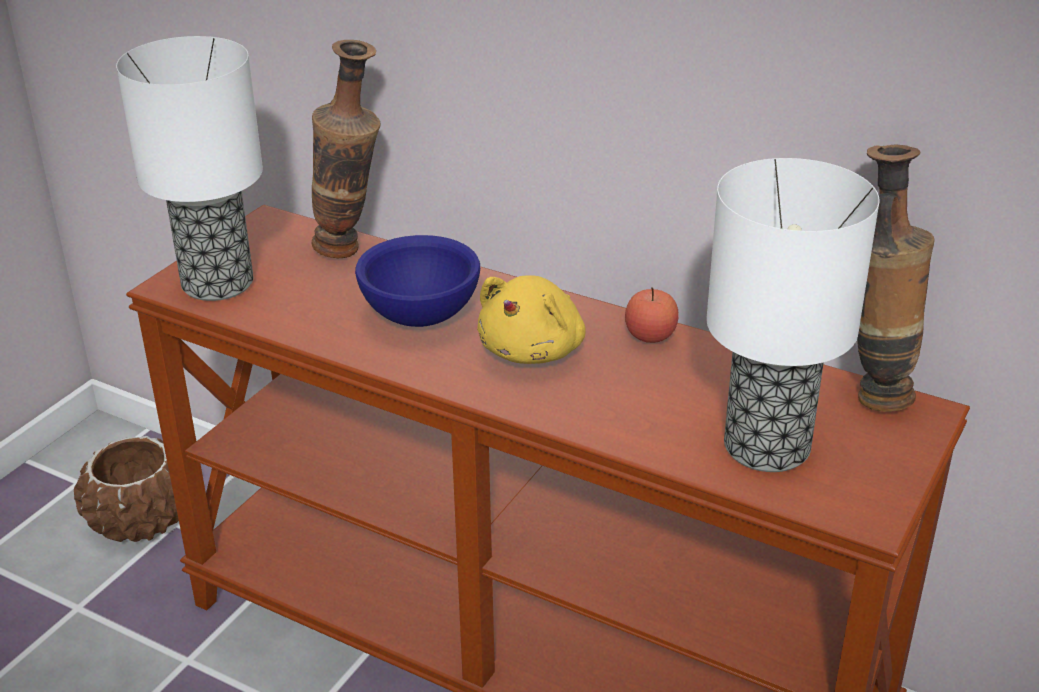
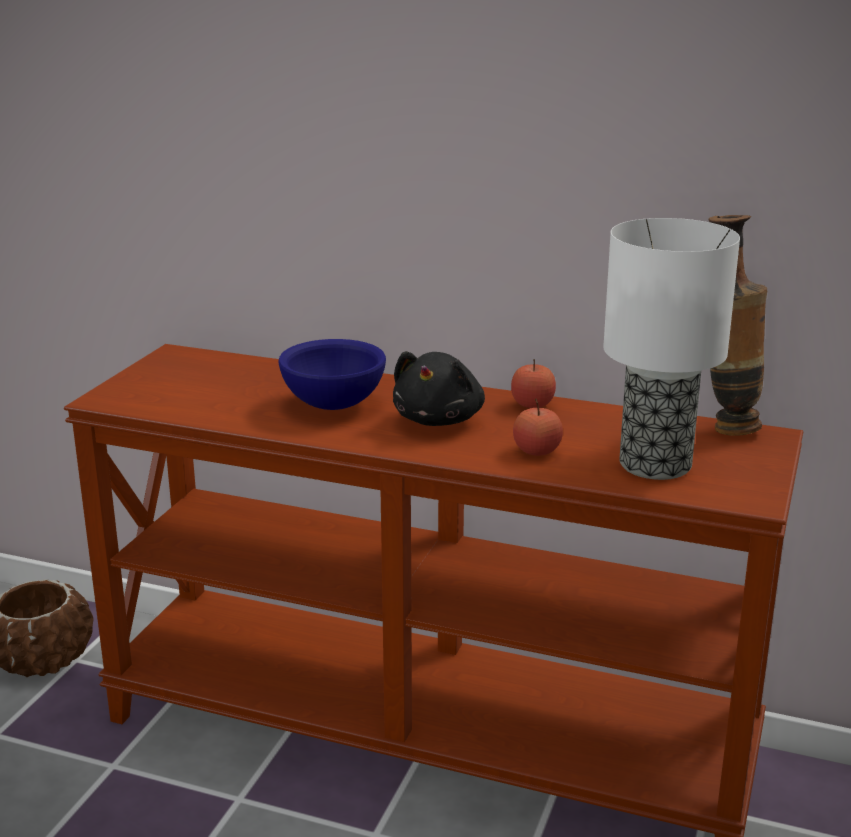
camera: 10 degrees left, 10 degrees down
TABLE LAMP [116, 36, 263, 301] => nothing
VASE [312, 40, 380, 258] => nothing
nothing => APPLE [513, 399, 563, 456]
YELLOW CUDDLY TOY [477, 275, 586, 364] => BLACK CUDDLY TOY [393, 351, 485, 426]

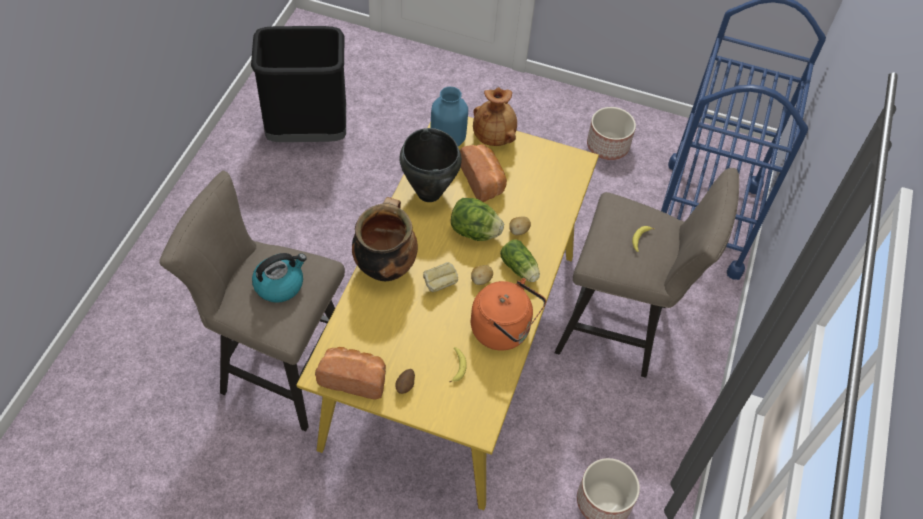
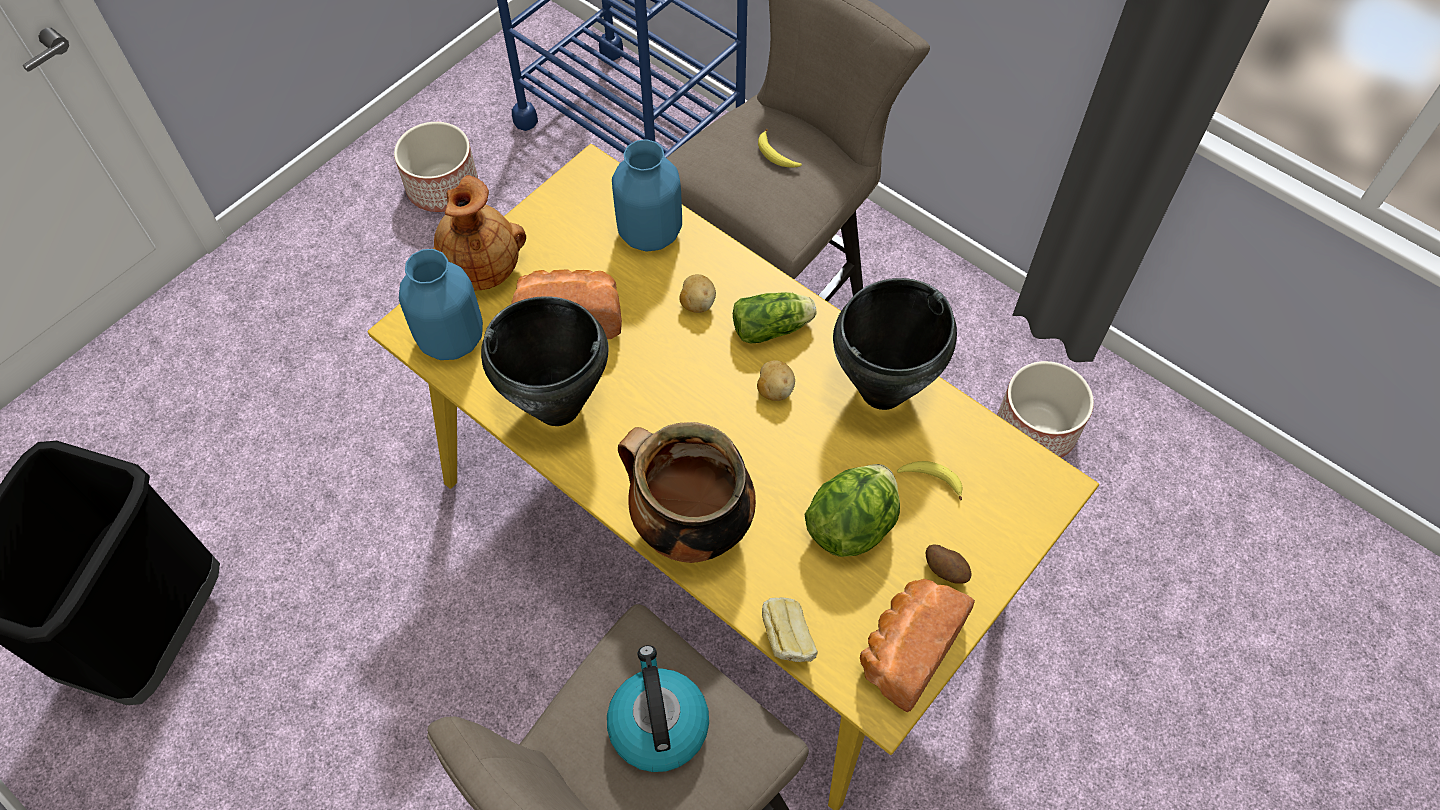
camera: 65 degrees left, 5 degrees up
nothing => BLUE VASE [612, 139, 682, 251]
BAKED BREAD [423, 262, 458, 292] => BAKED BREAD [762, 597, 818, 662], shifted
LETTUCE HEAD [451, 198, 504, 241] => LETTUCE HEAD [804, 464, 900, 557], shifted
ORANGE-COLOURED WATER KETTLE [471, 278, 546, 350] => BLACK COOKING POT [833, 278, 957, 410]

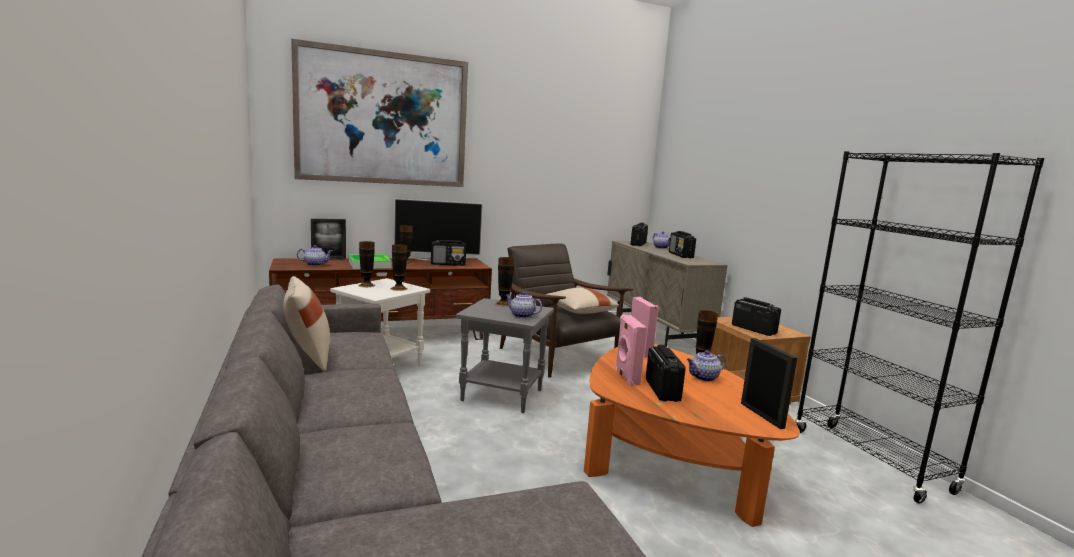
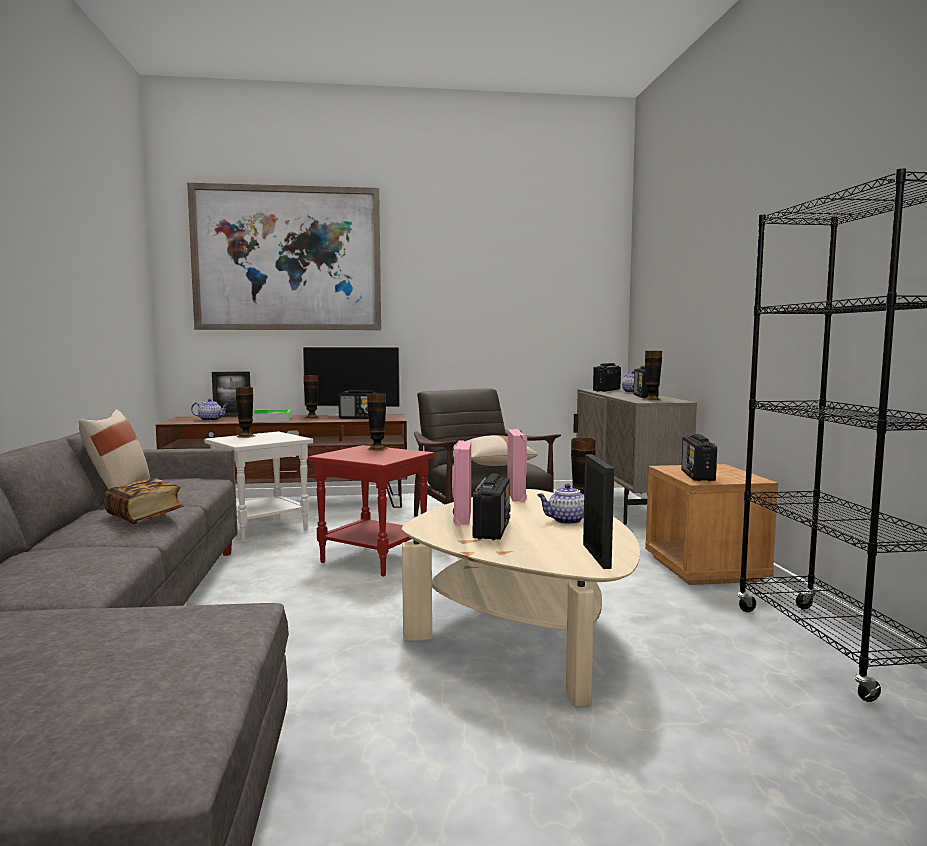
camera: 15 degrees right, 5 degrees down
TEA POT [506, 292, 542, 318] => nothing
nothing => BOOK [103, 478, 183, 524]
VASE [391, 244, 407, 291] => VASE [643, 351, 662, 401], shifted
GRAY SIDE TABLE [456, 298, 554, 413] => REDDISH SIDE TABLE [308, 445, 435, 577]
ORANGE-COLOURED LOW TABLE [584, 344, 800, 527] => SAND-COLOURED LOW TABLE [402, 489, 640, 707]
RADIO [732, 297, 781, 336] => RADIO [681, 434, 717, 481], 150 degrees counterclockwise

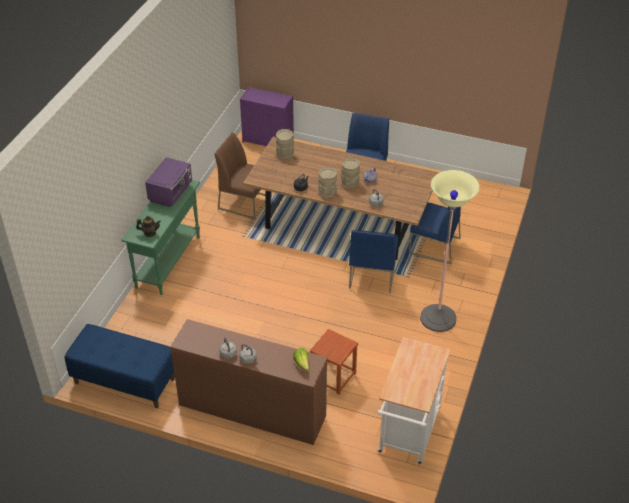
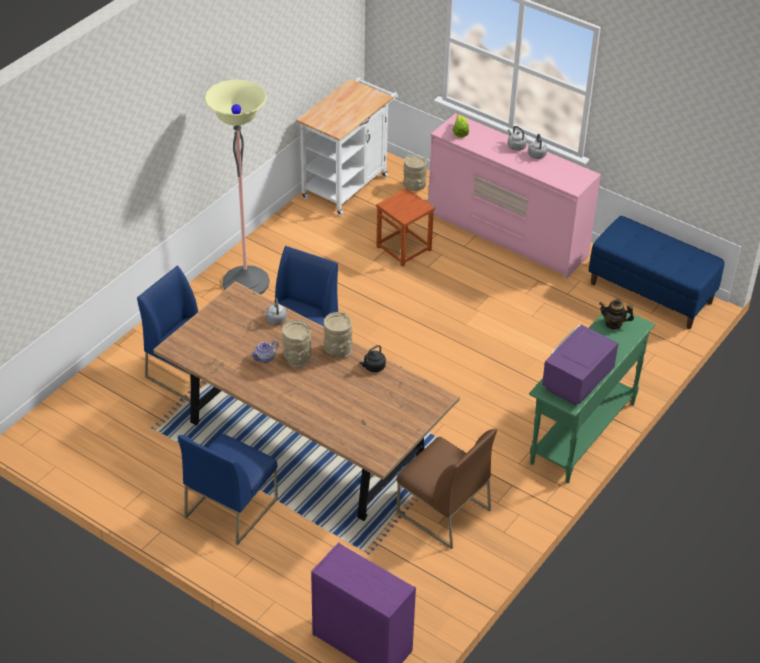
camera: 165 degrees left, 0 degrees up
SAND-COLOURED VASE [276, 129, 294, 160] => SAND-COLOURED VASE [403, 155, 427, 191], shifted
BROWNISH DRAWER CHEST [170, 319, 328, 445] => PINKISH DRAWER CHEST [428, 113, 601, 279]

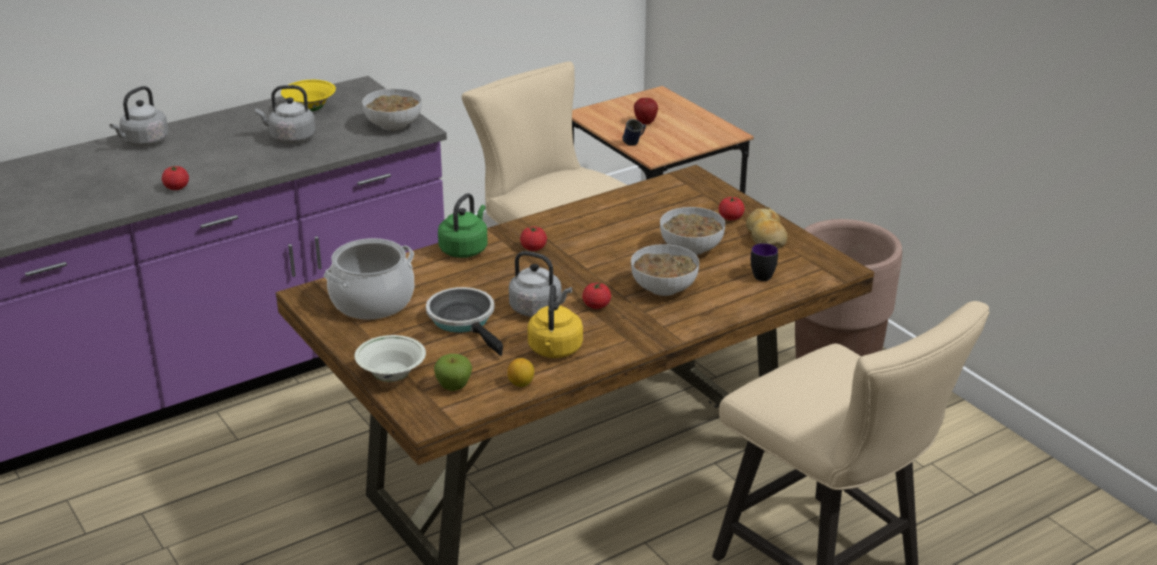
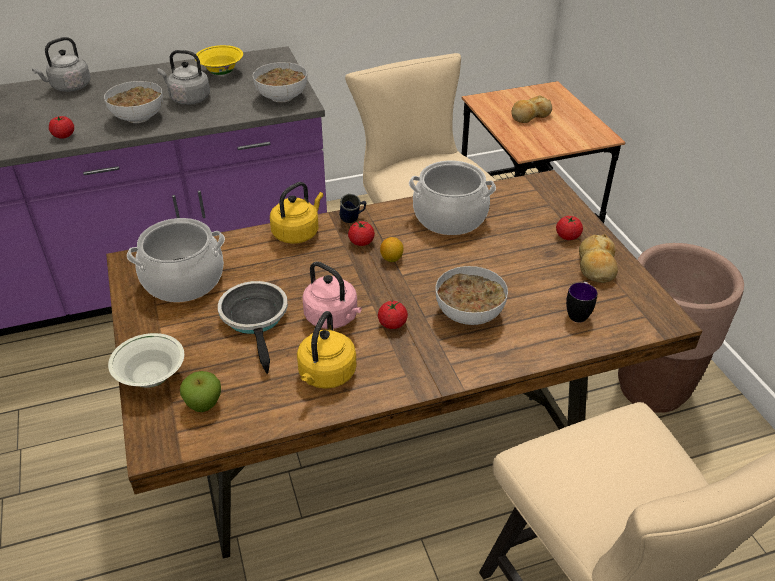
camera: 15 degrees right, 10 degrees up
nothing => COOKING POT [409, 161, 496, 235]
WHOLE LEMON [507, 358, 534, 387] => WHOLE LEMON [380, 237, 404, 262], shifted
BLUE COFFEE MUG [622, 119, 646, 146] => BLUE COFFEE MUG [339, 194, 366, 223], shifted
BOWL [660, 207, 725, 255] => BOWL [104, 81, 163, 123], shifted
APPLE [634, 98, 658, 125] => BAKED BREAD [511, 95, 552, 123]
GREEN WATER KETTLE [438, 193, 488, 258] => YELLOW WATER KETTLE [270, 182, 324, 244]
GRAY WATER KETTLE [509, 251, 572, 317] => PINKISH WATER KETTLE [302, 262, 362, 329]

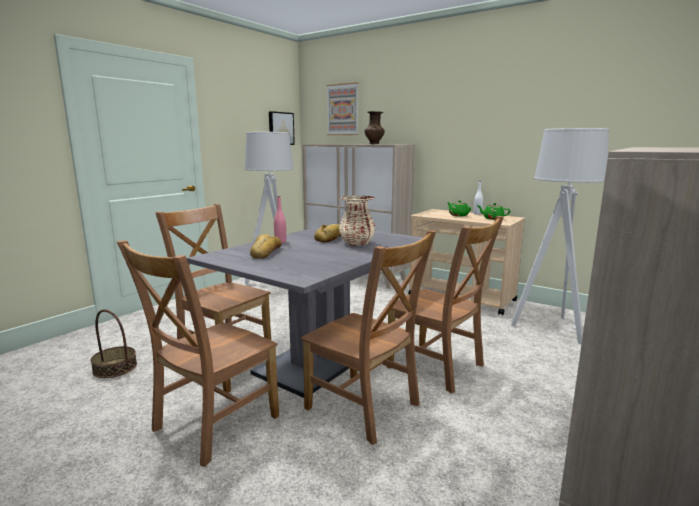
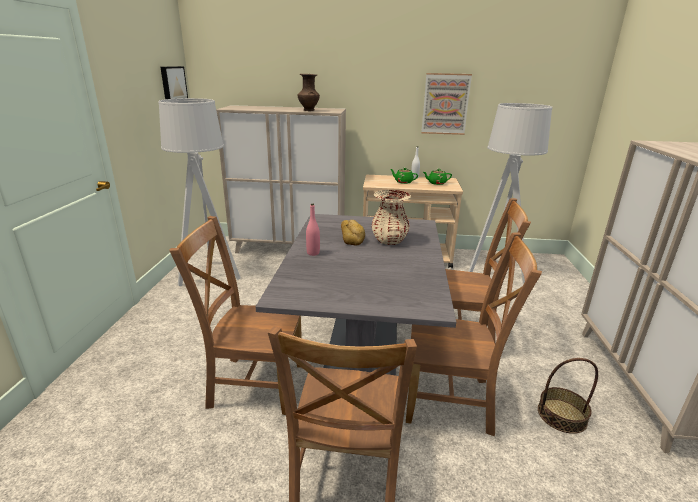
camera: 30 degrees left, 10 degrees up
BAKED BREAD [250, 234, 282, 258] => nothing
BASKET [90, 309, 137, 378] => BASKET [538, 358, 598, 434], shifted
PICTURE [327, 82, 359, 135] => PICTURE [421, 73, 472, 135], shifted

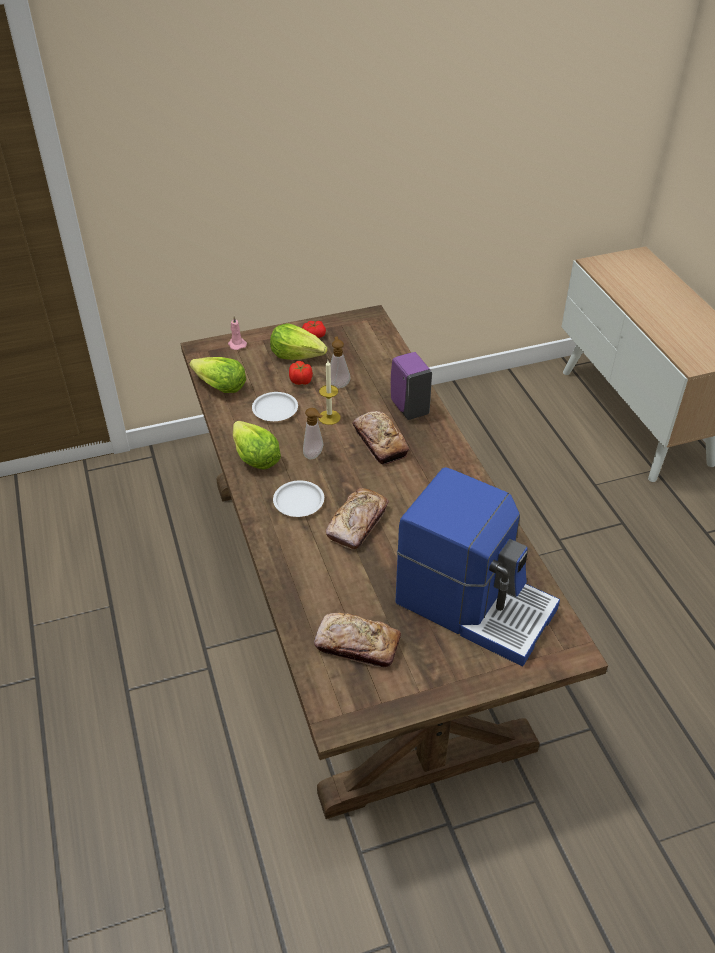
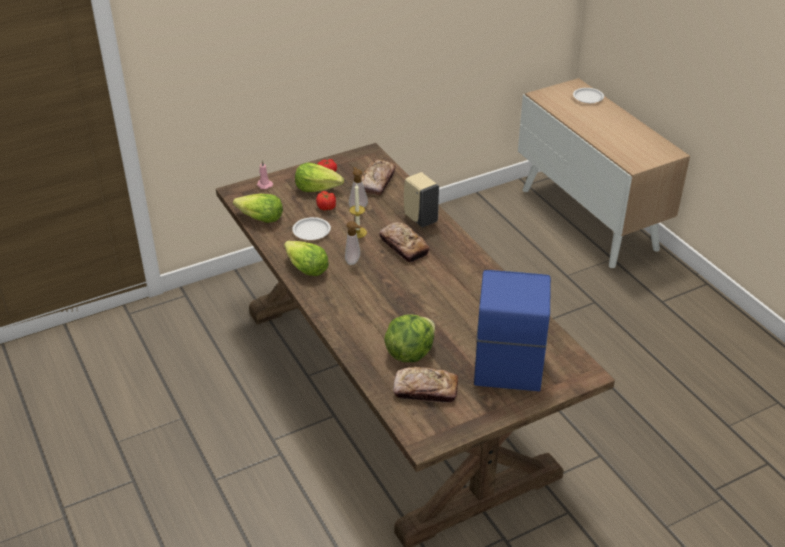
camera: 10 degrees left, 5 degrees down
nothing => LETTUCE HEAD [384, 314, 435, 362]
WHITE DINNER PLATE [273, 480, 324, 517] => WHITE DINNER PLATE [573, 88, 604, 103], shifted
BAKED BREAD [326, 488, 389, 550] => BAKED BREAD [361, 160, 396, 196], shifted
PURPLE SOAP BOTTLE [391, 352, 432, 420] => SAND-COLOURED SOAP BOTTLE [404, 172, 439, 228]
COFFEE MACHINE [395, 467, 560, 667] => COFFEE MACHINE [474, 270, 551, 391], 105 degrees counterclockwise

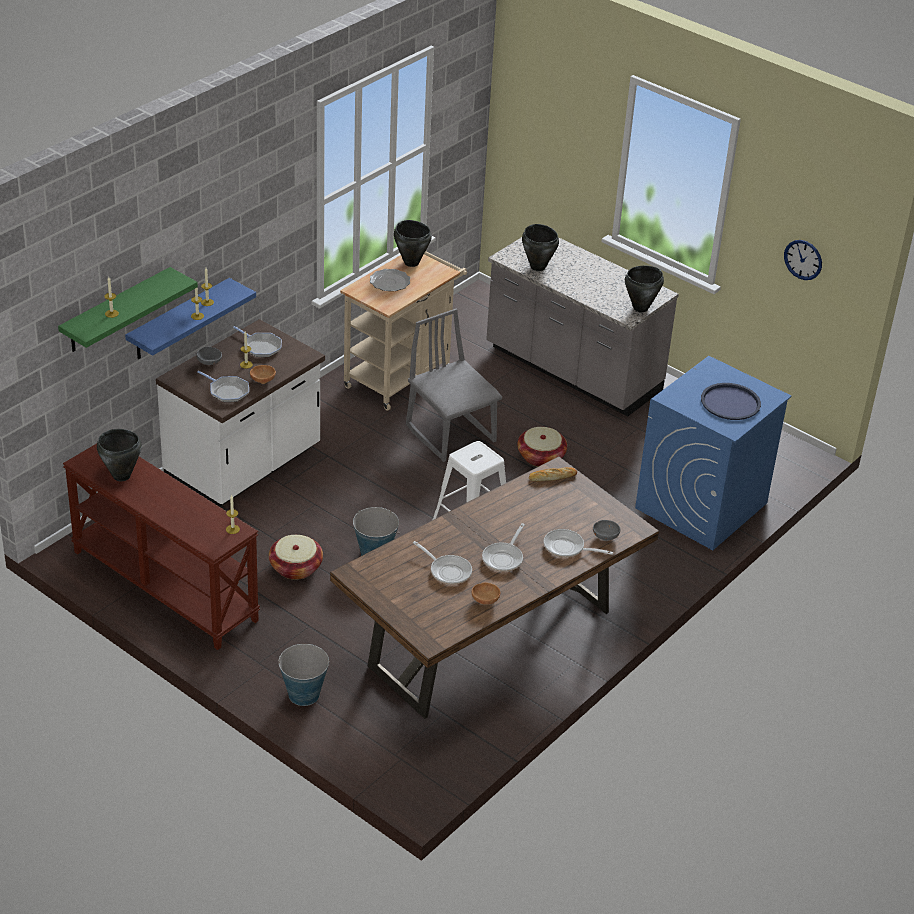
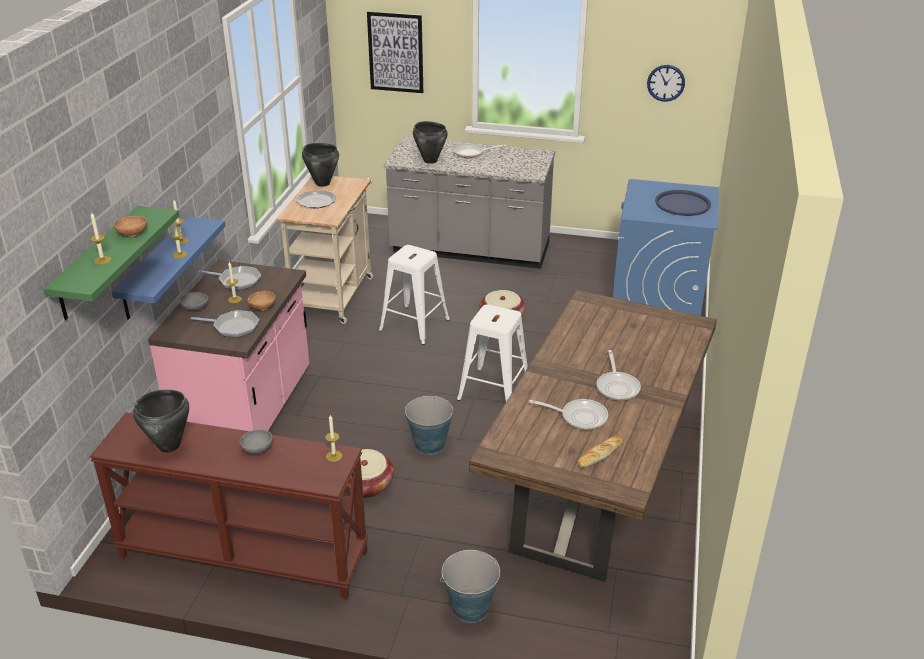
camera: 25 degrees left, 5 degrees down
BLACK COOKING POT [625, 266, 664, 312] => nothing
nothing => PICTURE [367, 11, 423, 93]
BROWNISH BOWL [471, 582, 500, 605] => BROWNISH BOWL [114, 216, 147, 237], shifted
BAKED BREAD [529, 467, 577, 481] => BAKED BREAD [578, 436, 624, 468], shifted
FRYING PAN [544, 529, 613, 558] => FRYING PAN [453, 143, 506, 158], shifted
GRAY BOWL [593, 520, 620, 541] => GRAY BOWL [239, 429, 273, 454], shifted
GRAY CHAIR [406, 309, 502, 462] => WHITE STOOL [379, 245, 450, 345]
WHITE KITCHEN COUNTER [156, 319, 325, 507] => PINKISH KITCHEN COUNTER [148, 260, 309, 431]

